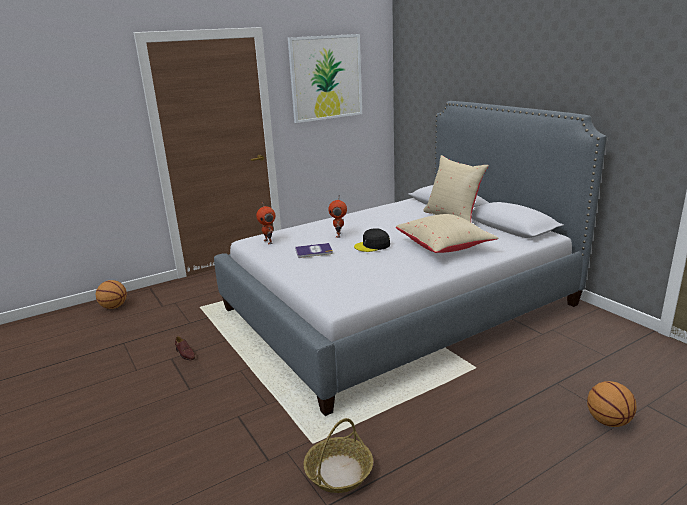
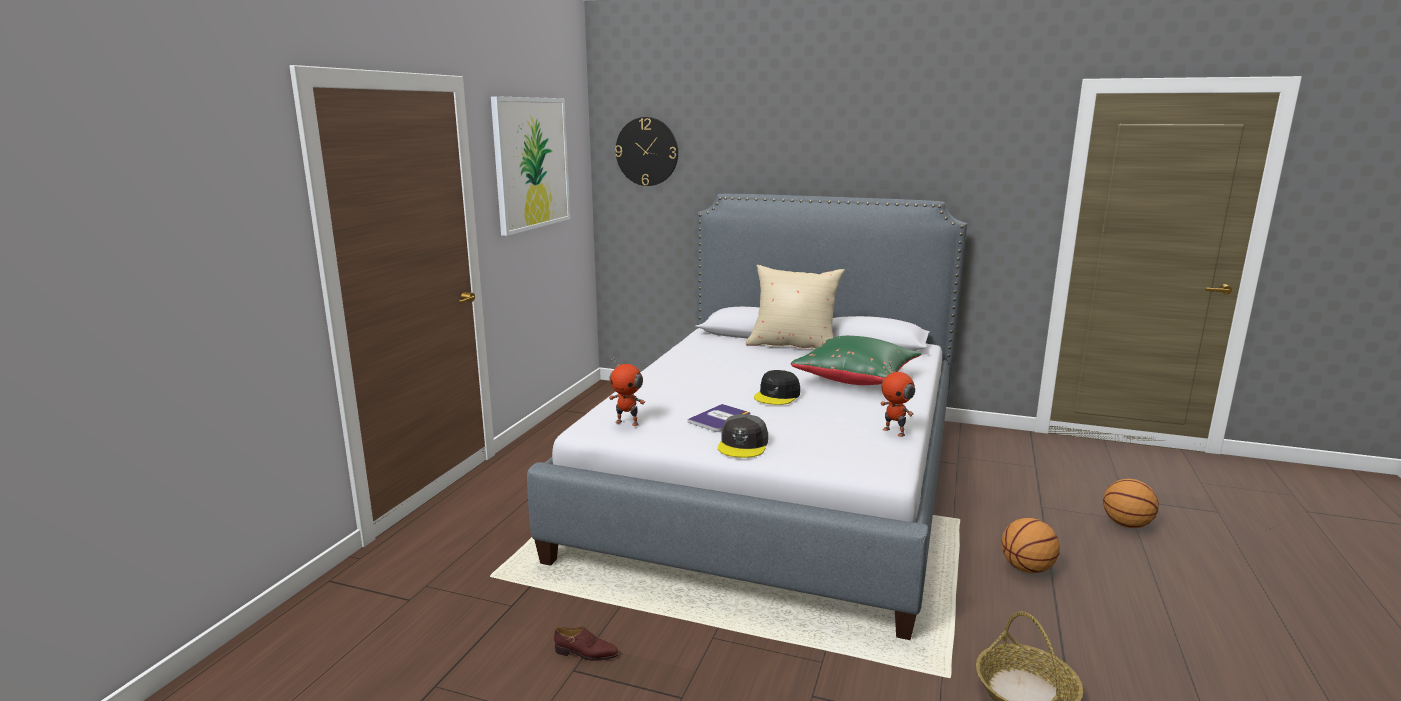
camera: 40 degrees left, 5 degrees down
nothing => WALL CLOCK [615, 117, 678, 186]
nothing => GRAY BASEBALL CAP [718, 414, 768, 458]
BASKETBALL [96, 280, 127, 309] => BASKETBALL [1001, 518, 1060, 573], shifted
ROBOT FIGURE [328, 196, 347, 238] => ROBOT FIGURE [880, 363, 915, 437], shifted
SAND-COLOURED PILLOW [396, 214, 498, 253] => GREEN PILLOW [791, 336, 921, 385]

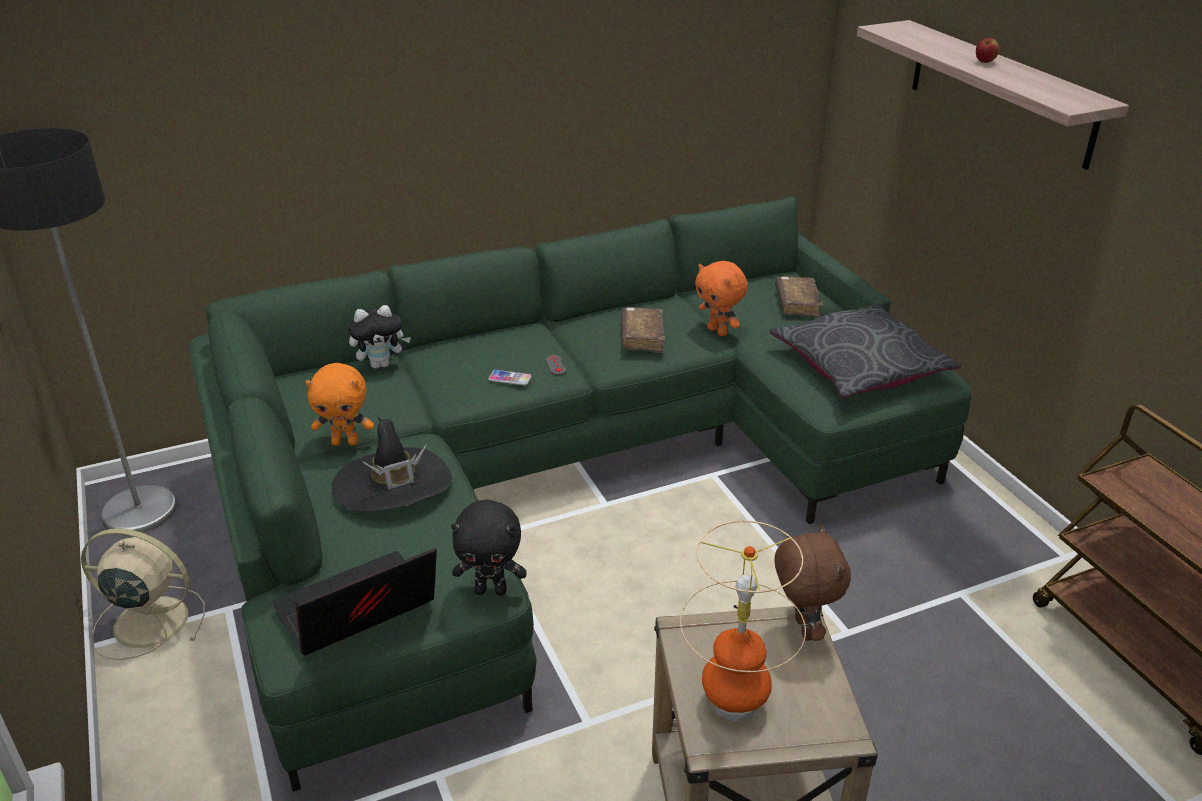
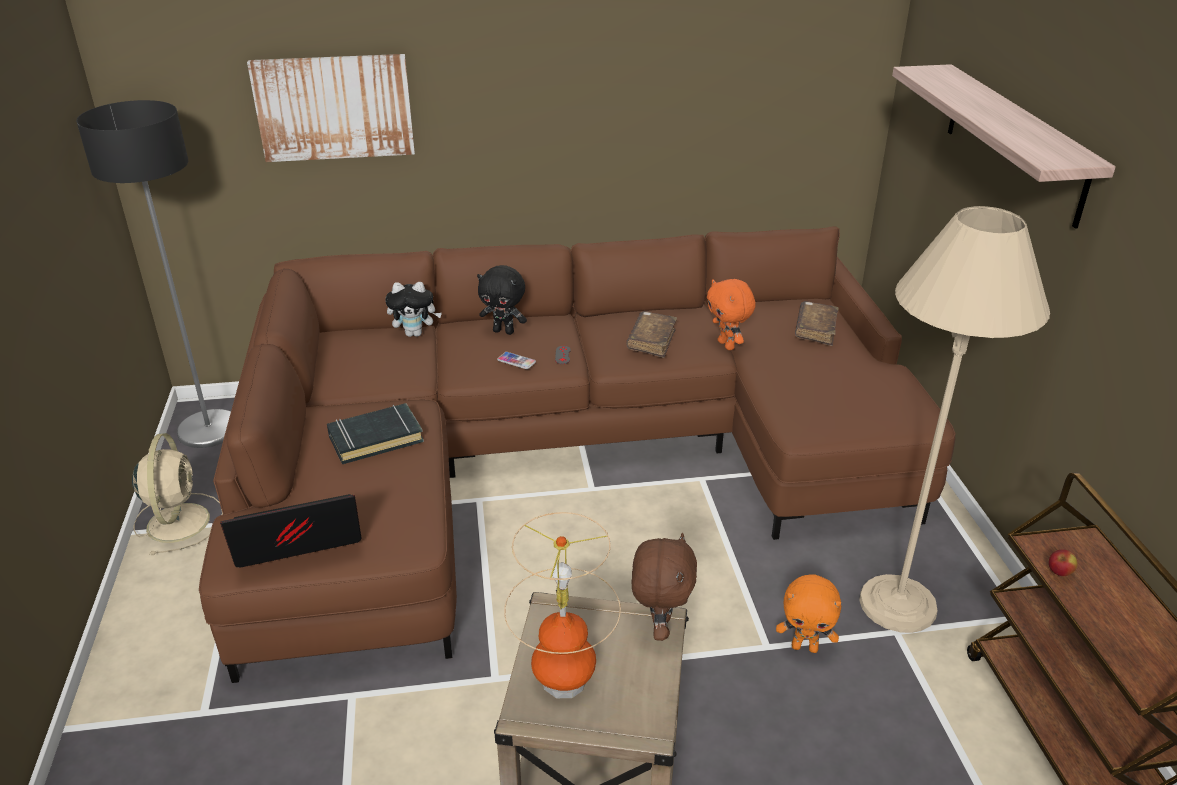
camera: 15 degrees right, 0 degrees up
GRAY PILLOW [769, 304, 961, 398] => nothing
nothing => PICTURE [247, 54, 415, 162]
nothing => SAND-COLOURED STANDING LAMP [859, 206, 1050, 633]
ORANGE-COLOURED CUDDLY TOY [305, 363, 374, 446] => ORANGE-COLOURED CUDDLY TOY [776, 574, 841, 653], shifted
BLACK CUDDLY TOY [451, 499, 527, 595] => BLACK CUDDLY TOY [477, 265, 527, 335], shifted
APPLE [976, 38, 999, 63] => APPLE [1049, 549, 1078, 576], shifted
BLACK WEARABLE HAT [332, 417, 452, 511] => BLACK BOOK [327, 403, 424, 464]
GREEN SETTEE [190, 196, 972, 792] => BROWNISH SETTEE [199, 226, 956, 683]
SAND-COLOURED FAN [81, 528, 205, 660] => SAND-COLOURED FAN [132, 433, 223, 555], 60 degrees clockwise

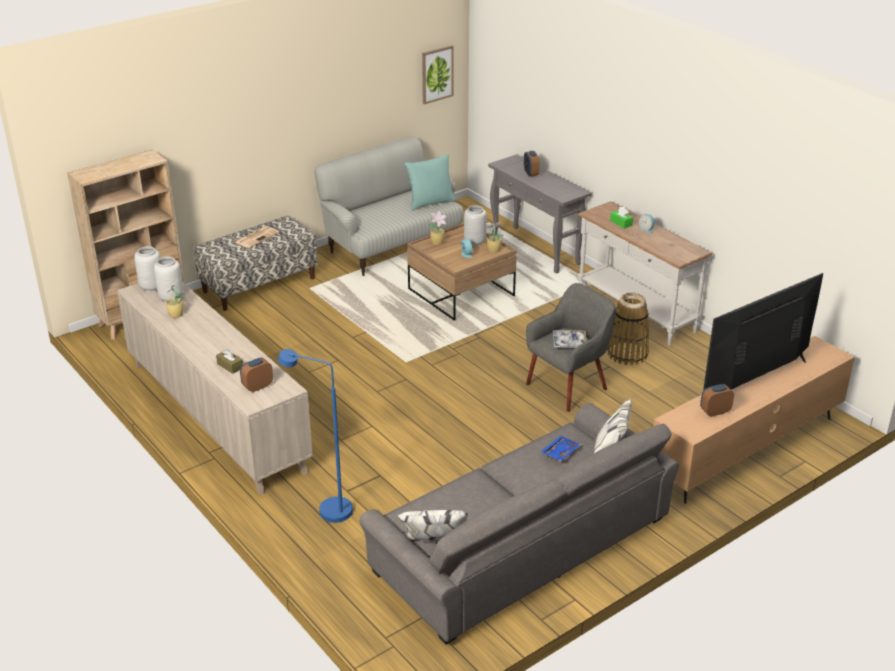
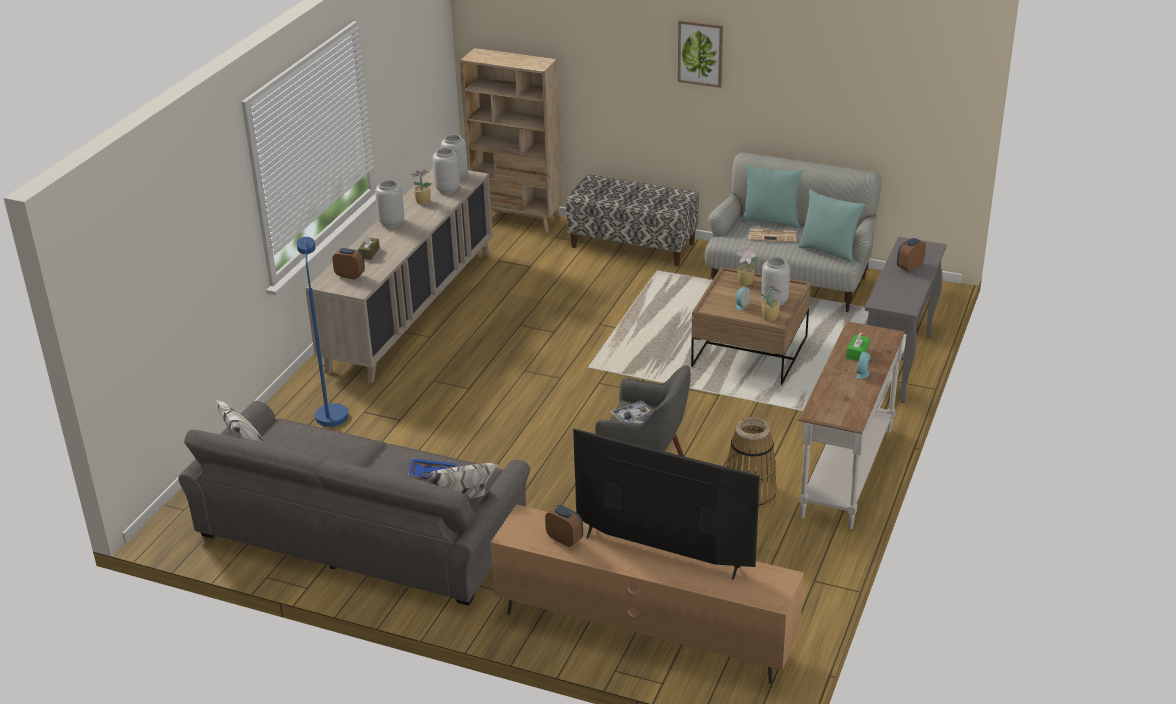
camera: 60 degrees right, 0 degrees up
nothing => GRAY VASE [375, 180, 404, 227]
nothing => TURQUOISE PILLOW [741, 165, 804, 228]
DAILY PAPER [236, 226, 279, 248] => DAILY PAPER [748, 229, 796, 243], shifted
PICTURE [422, 45, 454, 104] => PICTURE [678, 20, 723, 88], shifted

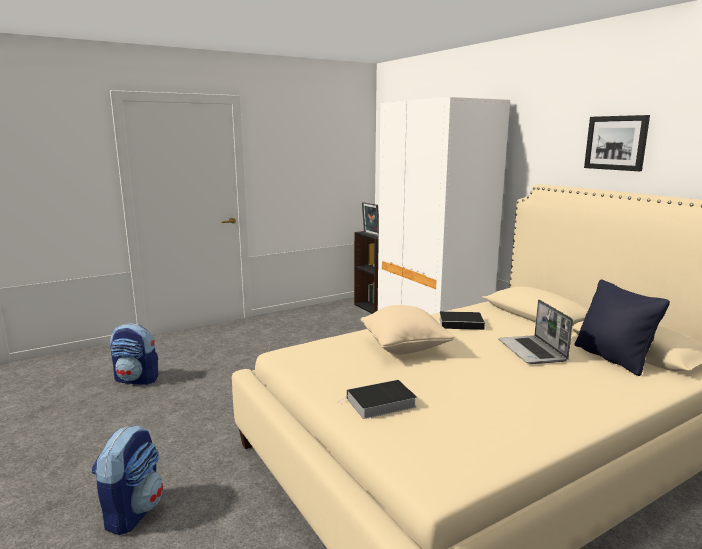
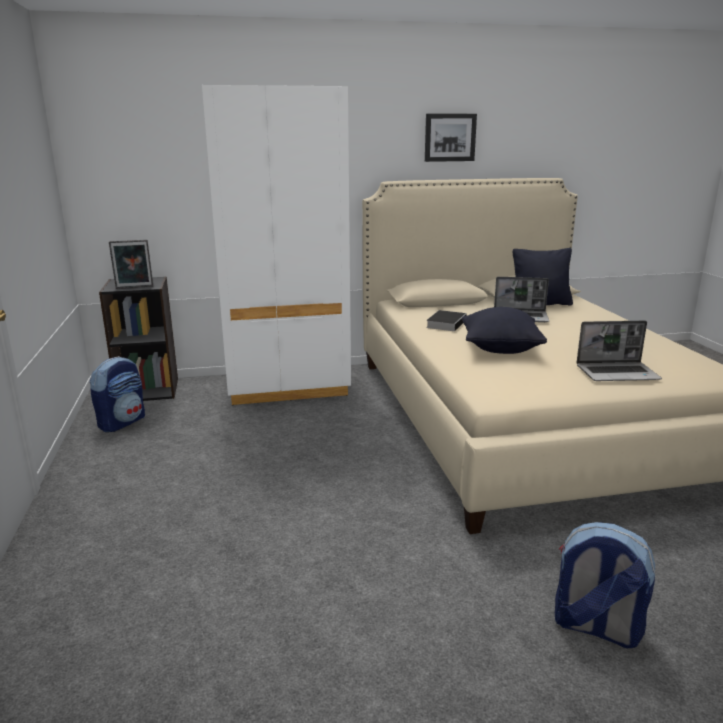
camera: 70 degrees left, 5 degrees up
RUCKSACK [110, 323, 158, 385] => RUCKSACK [90, 356, 145, 432], shifted
BOOK [338, 380, 417, 419] => LAPTOP [576, 321, 662, 381]
SAND-COLOURED PILLOW [361, 305, 454, 355] => BLACK PILLOW [462, 307, 547, 354]

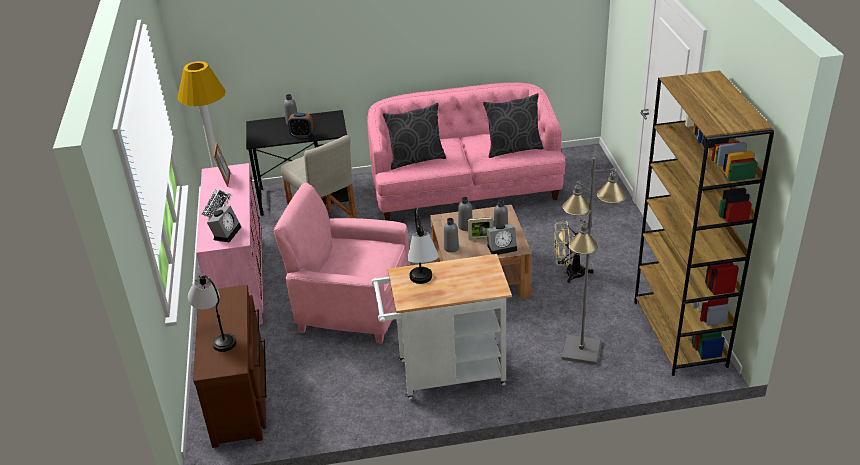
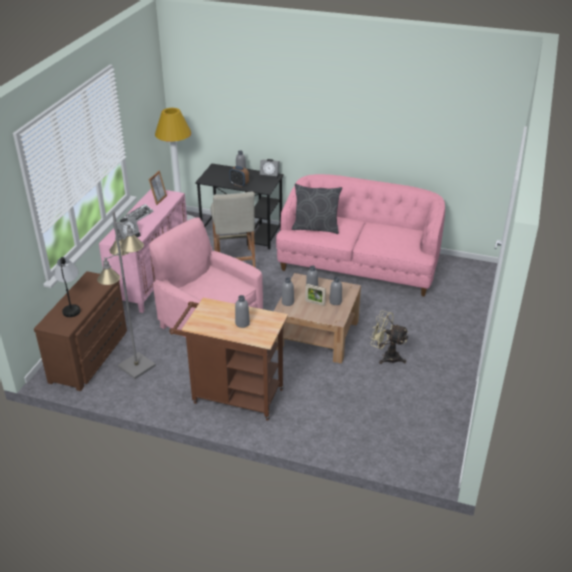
camera: 25 degrees right, 0 degrees up
TABLE LAMP [407, 208, 439, 284] => nothing
GRAY PILLOW [483, 93, 543, 158] => nothing
BROWNISH BOOKCASE [634, 70, 774, 376] => nothing
nothing => GRAY DRINK BOTTLE [235, 295, 250, 328]
TABLE CLOCK [486, 224, 517, 255] => TABLE CLOCK [260, 159, 280, 180], shifted
GRAY STANDING LAMP [562, 157, 626, 365] => GRAY STANDING LAMP [97, 211, 156, 379], shifted
WHITE TROLLEY [372, 254, 512, 399] => BROWNISH TROLLEY [169, 298, 288, 421]

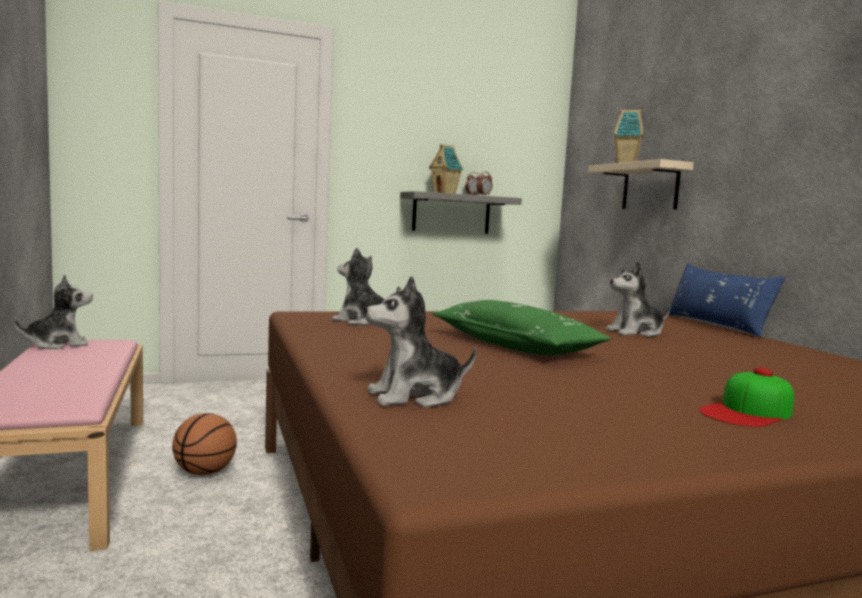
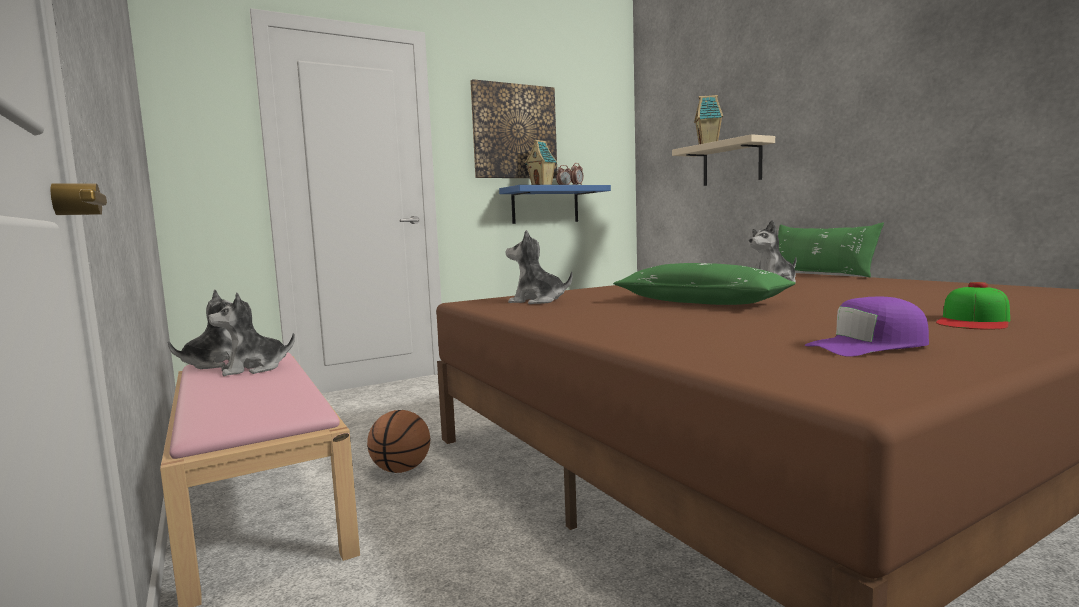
camera: 10 degrees left, 0 degrees up
nothing => PICTURE [470, 79, 557, 179]
nothing => PURPLE BASEBALL CAP [804, 297, 929, 357]
CUDDLY TOY [365, 276, 477, 408] => CUDDLY TOY [208, 292, 295, 376], shifted
GRAY BRACKET SHELF [400, 191, 522, 234] => BLUE BRACKET SHELF [499, 185, 611, 224]
BLUE PILLOW [668, 263, 786, 338] => GREEN PILLOW [778, 223, 884, 277]

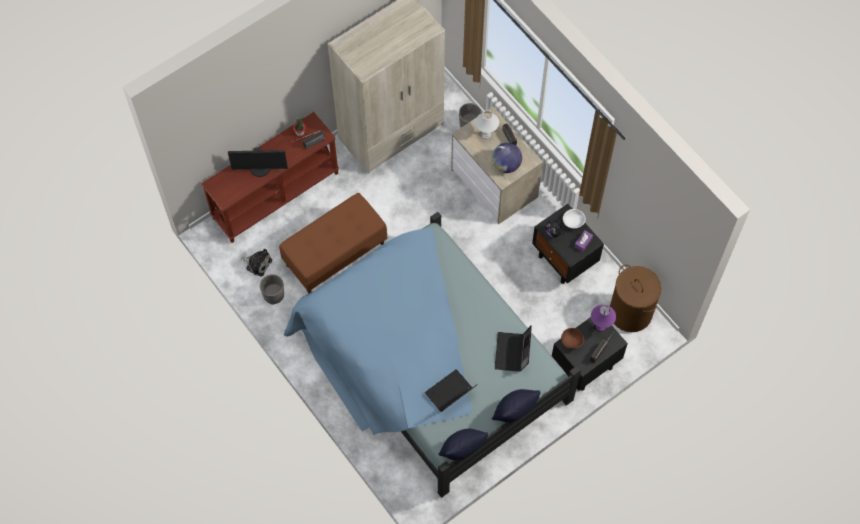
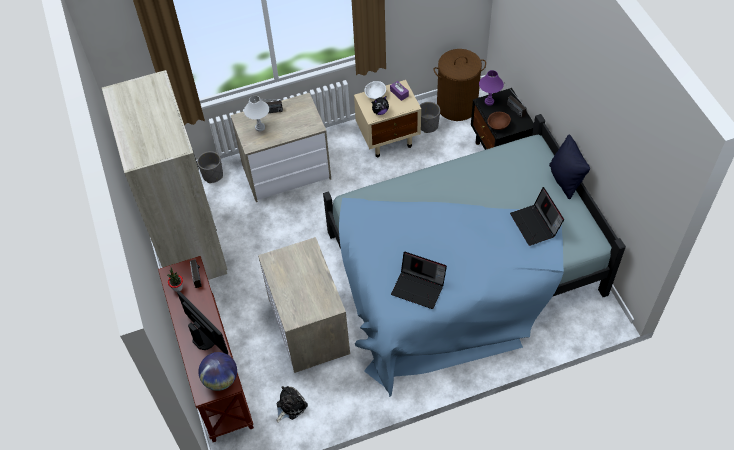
camera: 70 degrees left, 10 degrees down
BLACK PILLOW [439, 429, 488, 460] => nothing
GRAY FLOWER POT [260, 274, 284, 305] => GRAY FLOWER POT [420, 102, 440, 133], shifted
DESK GLOBE [492, 143, 522, 173] => DESK GLOBE [198, 352, 237, 391], shifted
LAPTOP [495, 326, 532, 372] => LAPTOP [391, 252, 447, 309], shifted
BROWNISH LONG SEAT [279, 193, 387, 294] => DRAWER CHEST [258, 237, 350, 373]
BLACK NIGHTSTAND [532, 204, 604, 284] => SAND-COLOURED NIGHTSTAND [354, 80, 421, 157]
COMPUTER SCREEN [228, 147, 288, 177] => COMPUTER SCREEN [177, 291, 228, 354], 60 degrees counterclockwise

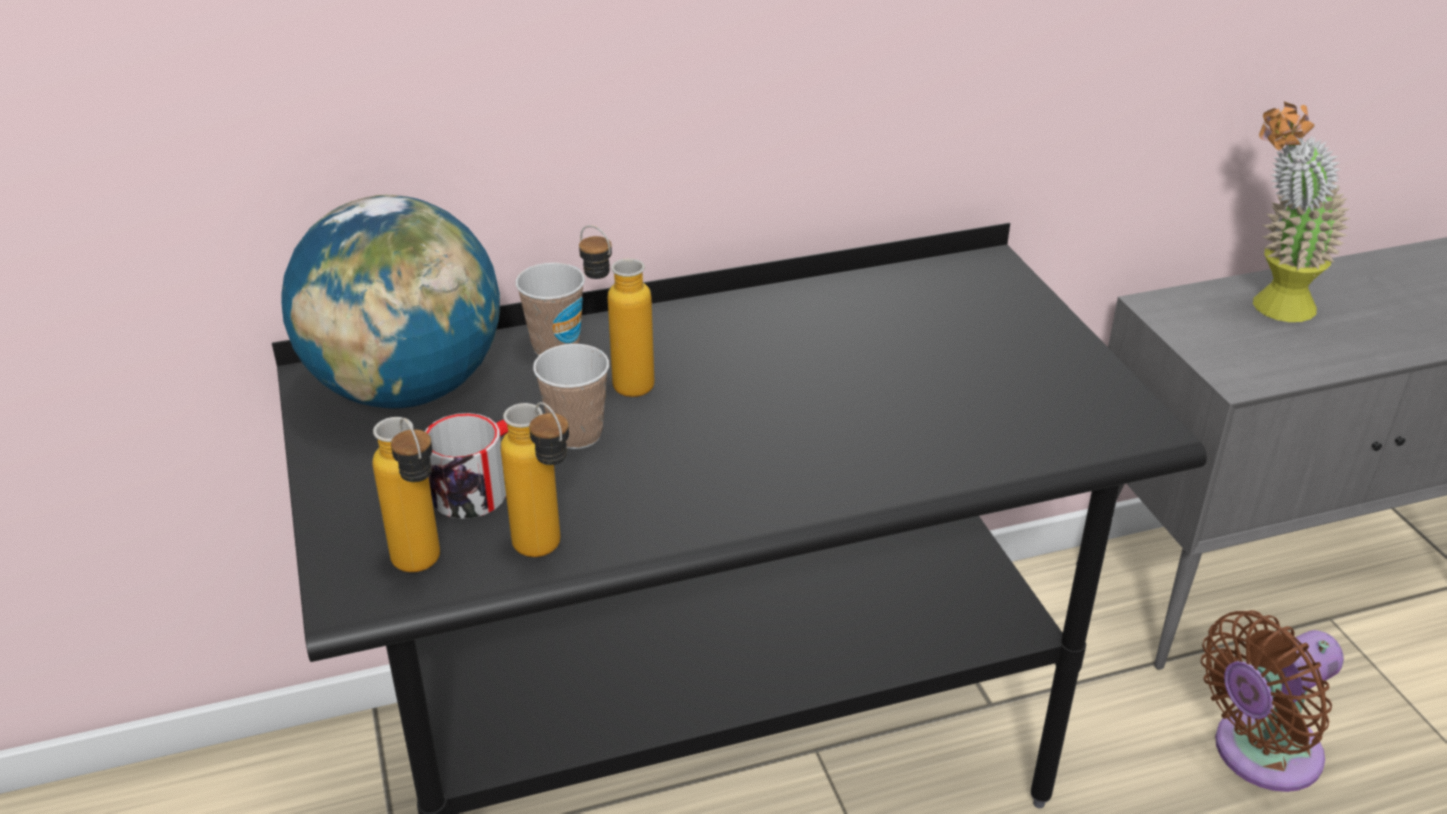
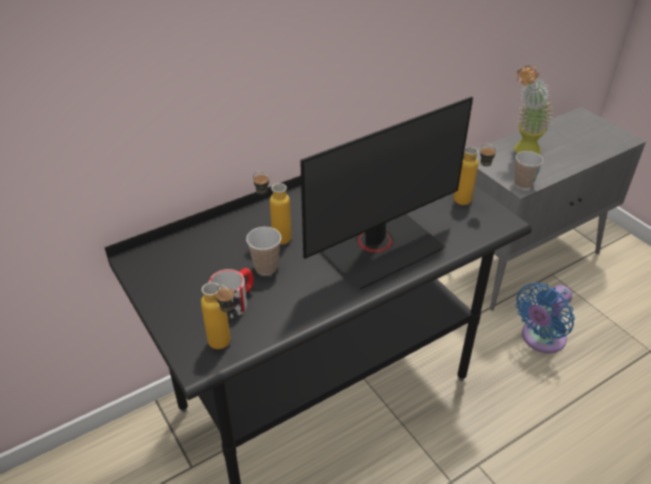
camera: 15 degrees left, 5 degrees up
DESK GLOBE [282, 194, 500, 409] => nothing
nothing => COMPUTER SCREEN [300, 97, 473, 289]
DRINK BOTTLE [501, 402, 569, 557] => DRINK BOTTLE [454, 143, 496, 205], shifted
DRINKING CUP [515, 263, 585, 355] => DRINKING CUP [514, 151, 543, 189], shifted
BROWNISH FAN [1201, 610, 1344, 792] => BLUE FAN [516, 282, 575, 353]

